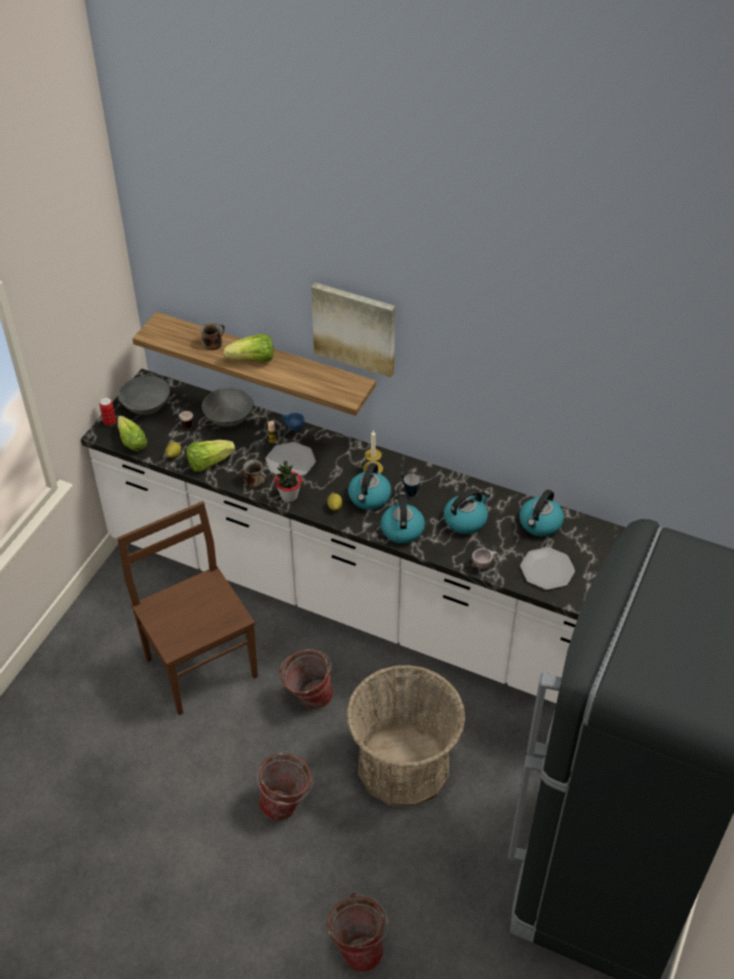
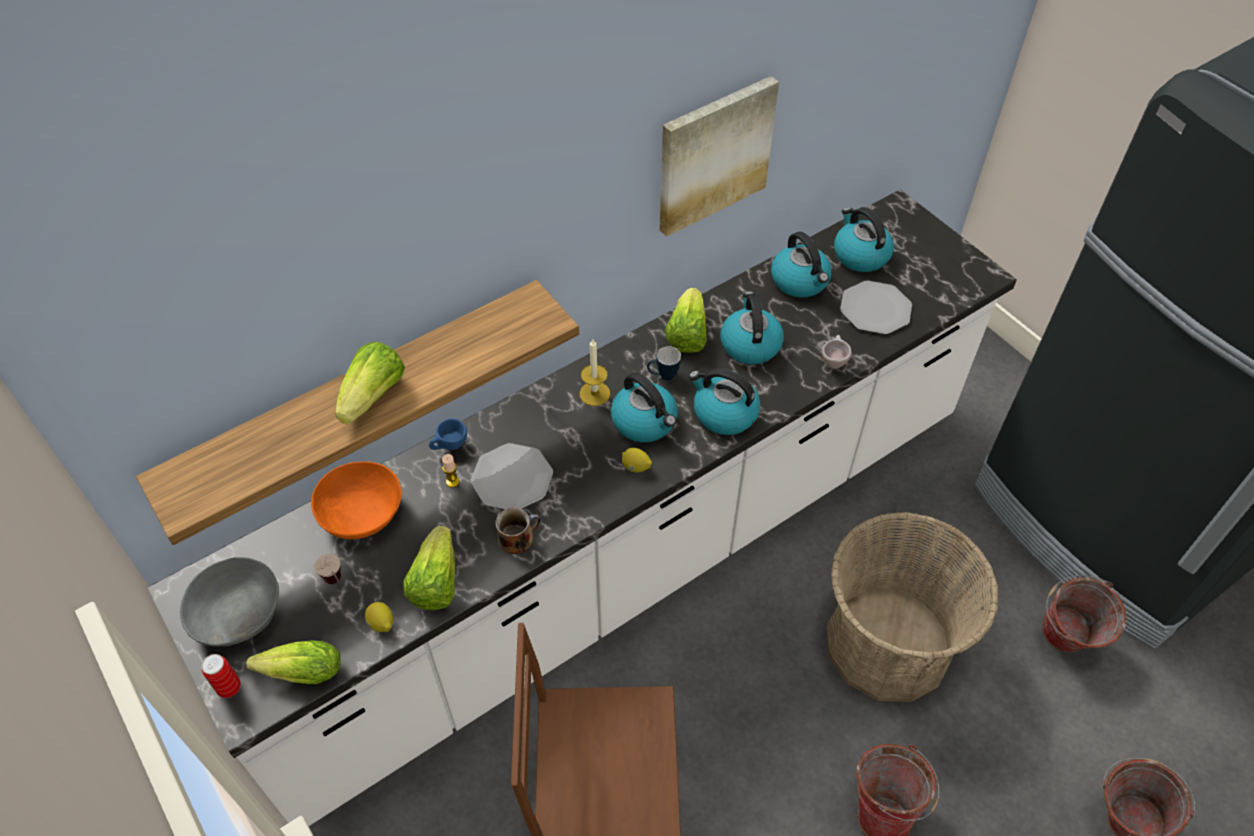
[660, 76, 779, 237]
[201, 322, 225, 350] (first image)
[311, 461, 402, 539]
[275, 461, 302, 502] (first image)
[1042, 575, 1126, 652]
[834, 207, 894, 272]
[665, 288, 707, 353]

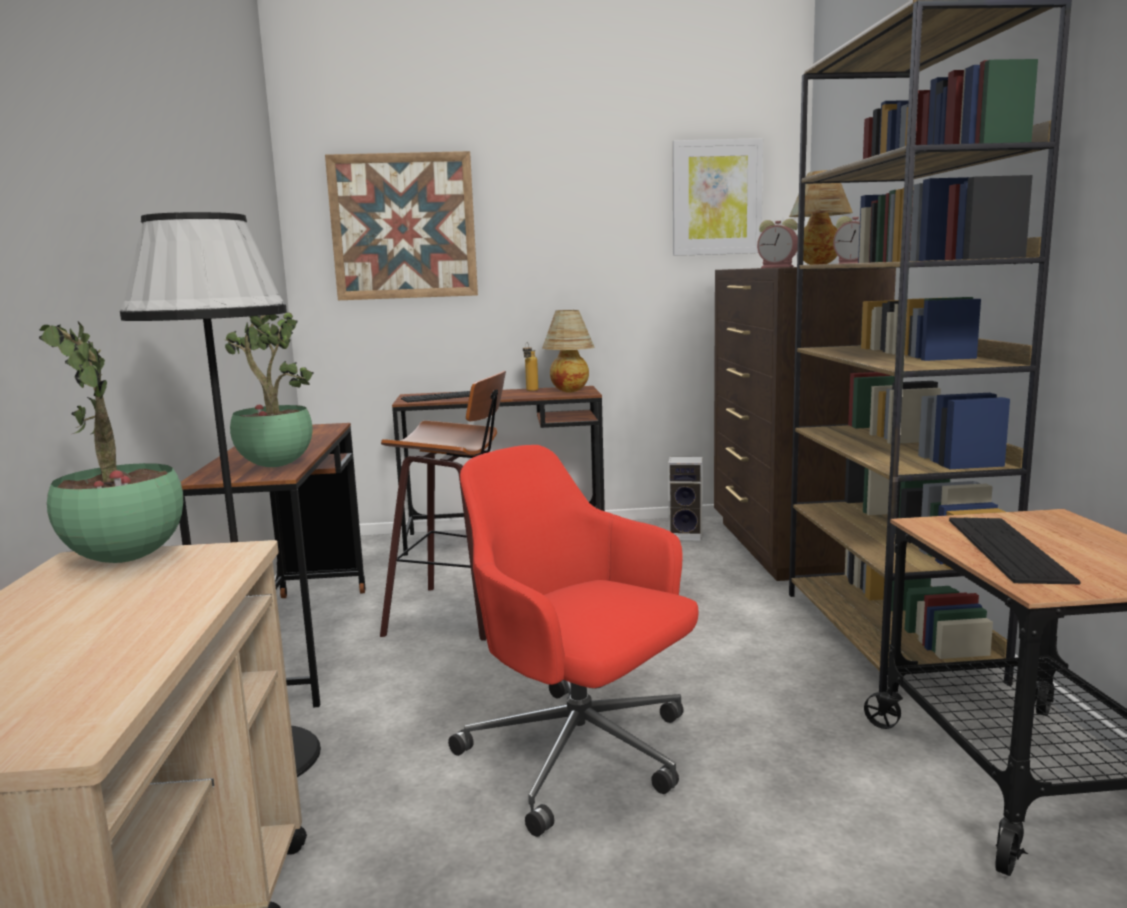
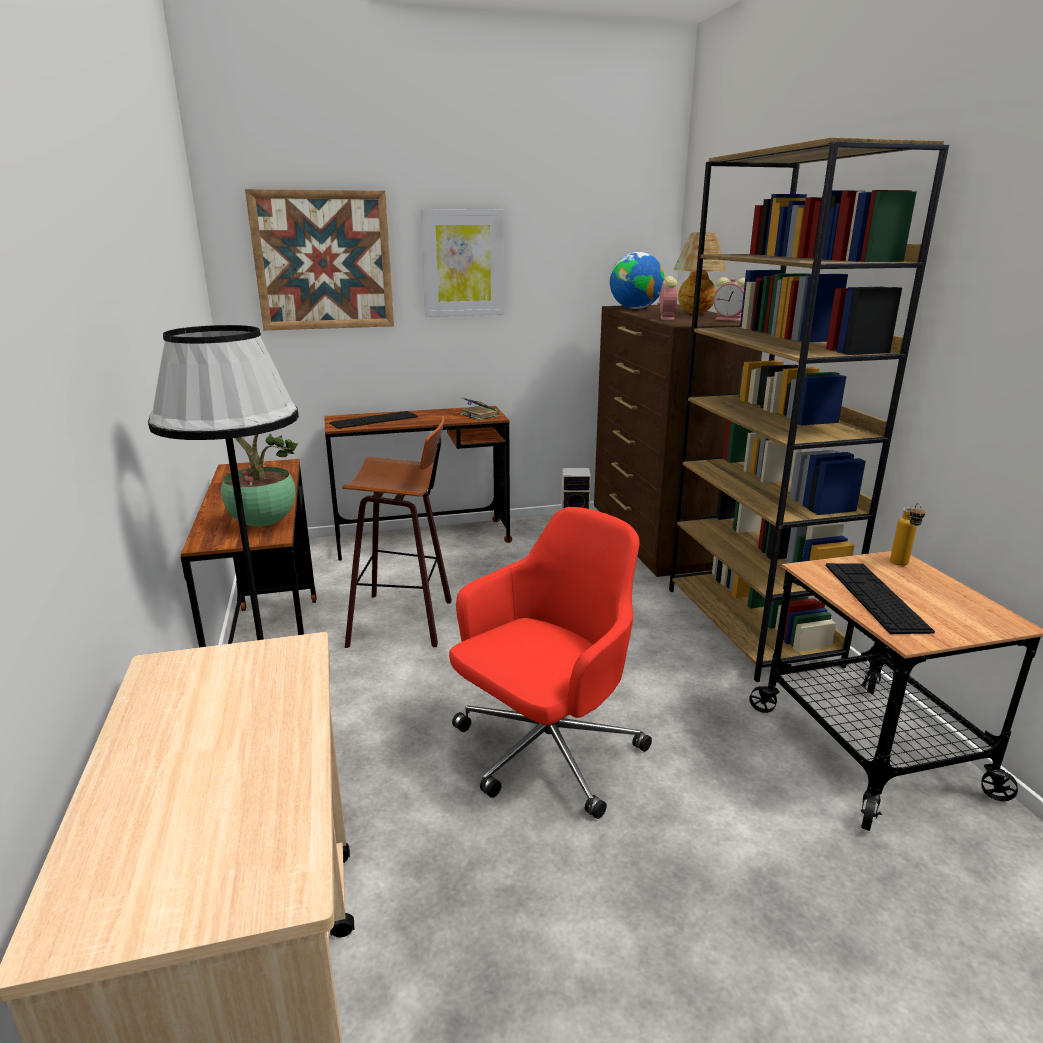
[420, 209, 504, 317]
[657, 276, 678, 320]
[460, 397, 499, 420]
[39, 321, 183, 563] (first image)
[890, 503, 925, 566]
[449, 507, 652, 819]
[610, 252, 665, 309]

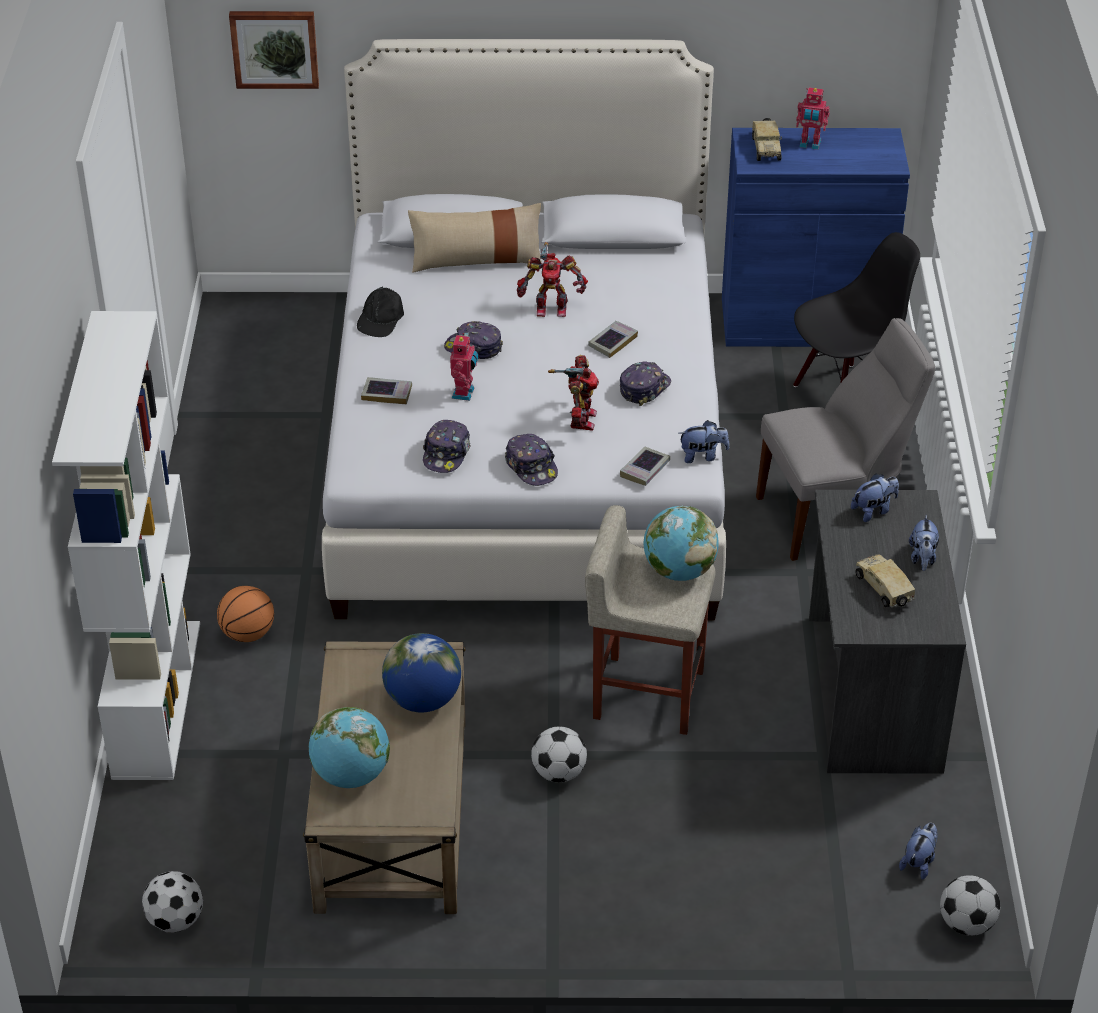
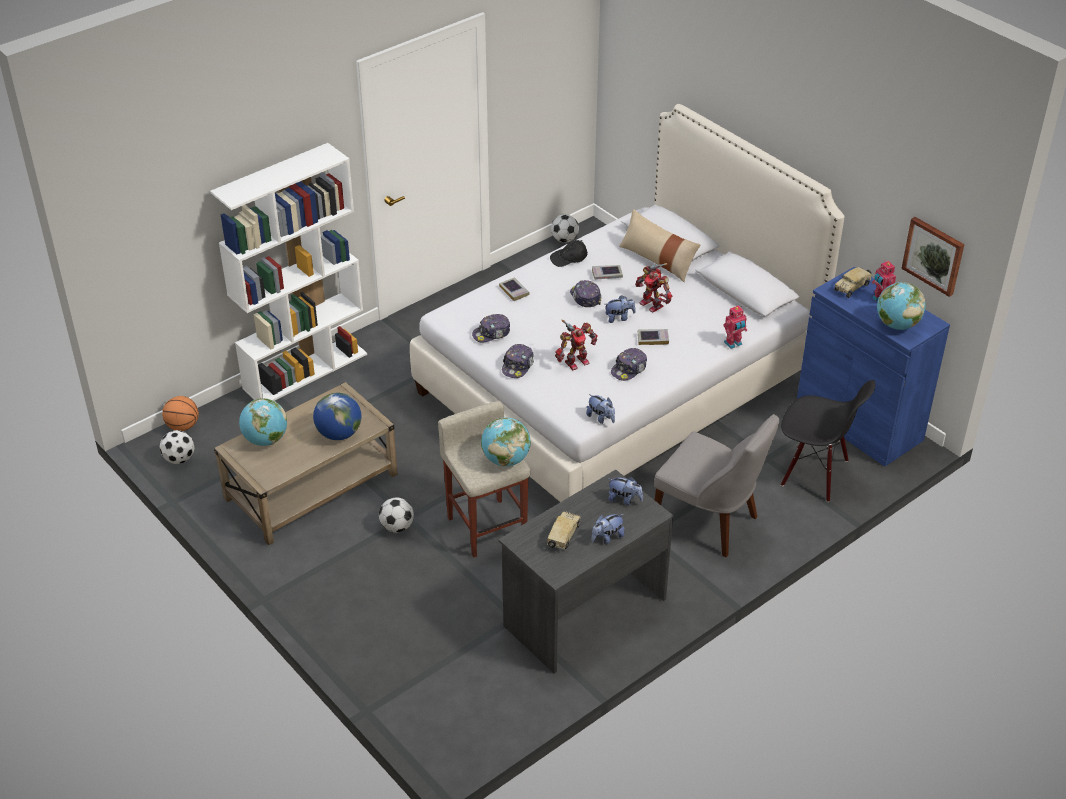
[901, 217, 965, 297]
[724, 305, 747, 349]
[611, 348, 647, 381]
[592, 265, 623, 280]
[162, 396, 199, 431]
[605, 295, 636, 323]
[551, 214, 579, 243]
[877, 282, 926, 330]

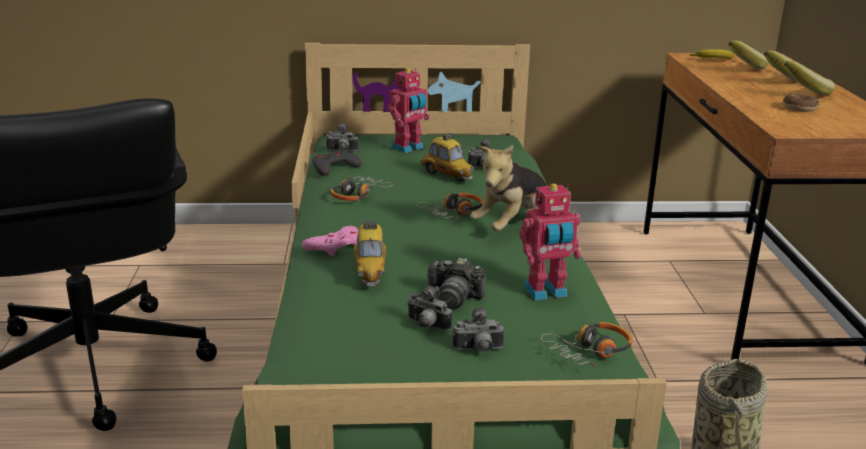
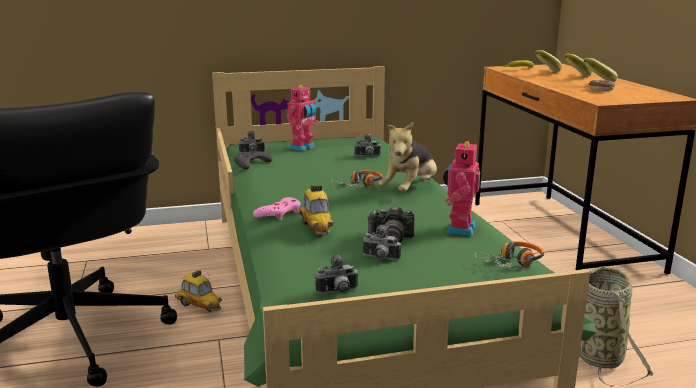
[175, 270, 222, 312]
[330, 176, 393, 201] (first image)
[443, 140, 480, 236]
[315, 254, 359, 294]

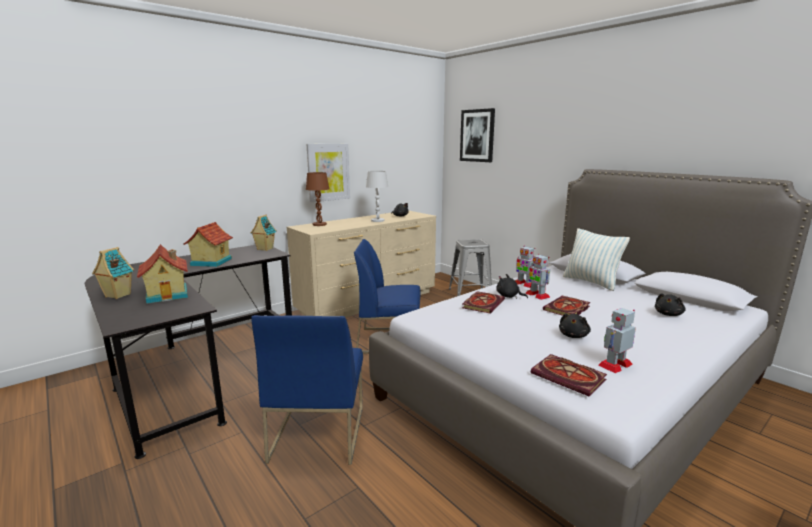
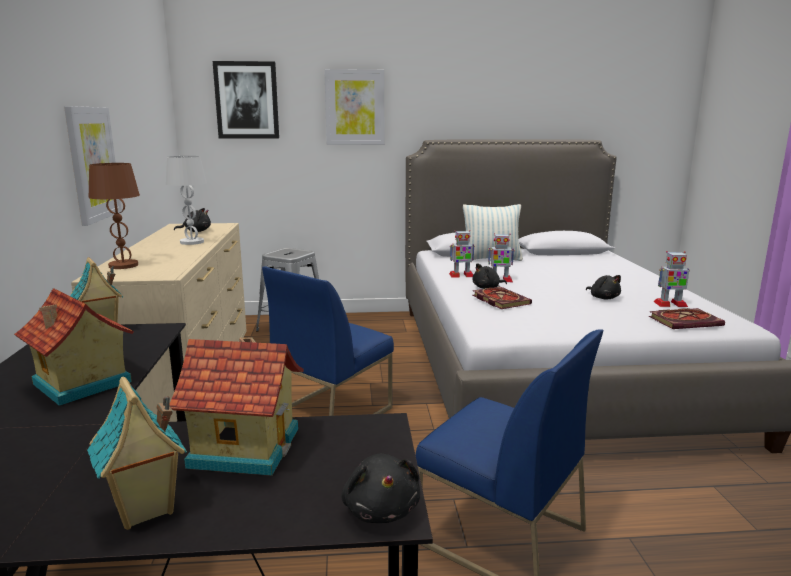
[341, 454, 420, 523]
[543, 295, 591, 316] (first image)
[653, 251, 690, 307]
[324, 69, 384, 145]

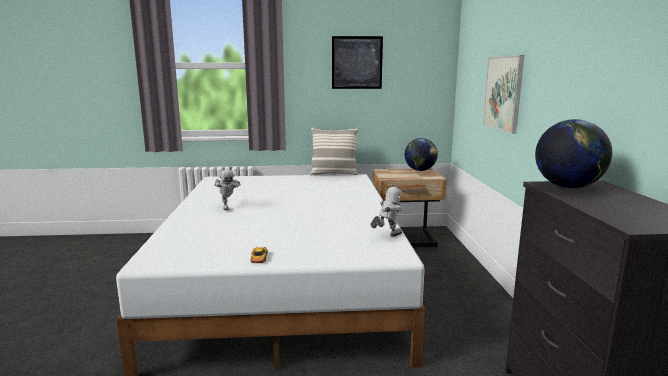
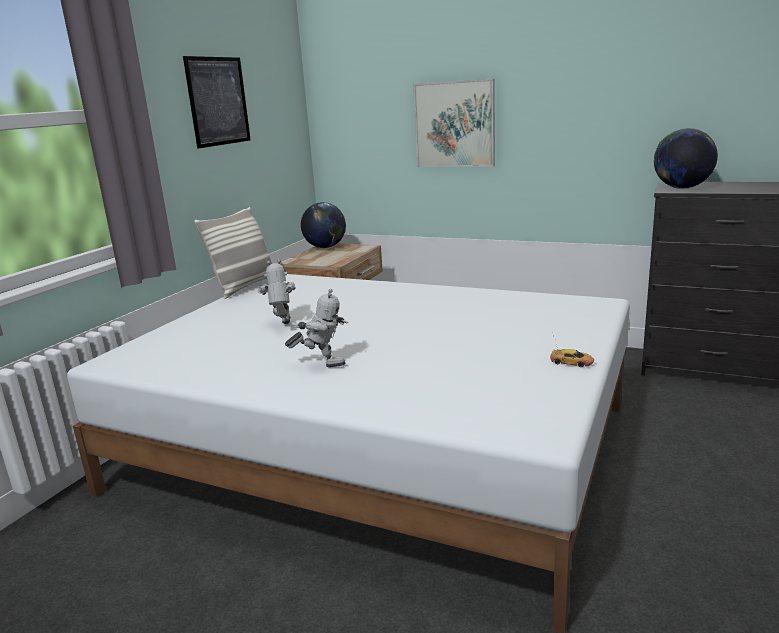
[258, 259, 295, 324]

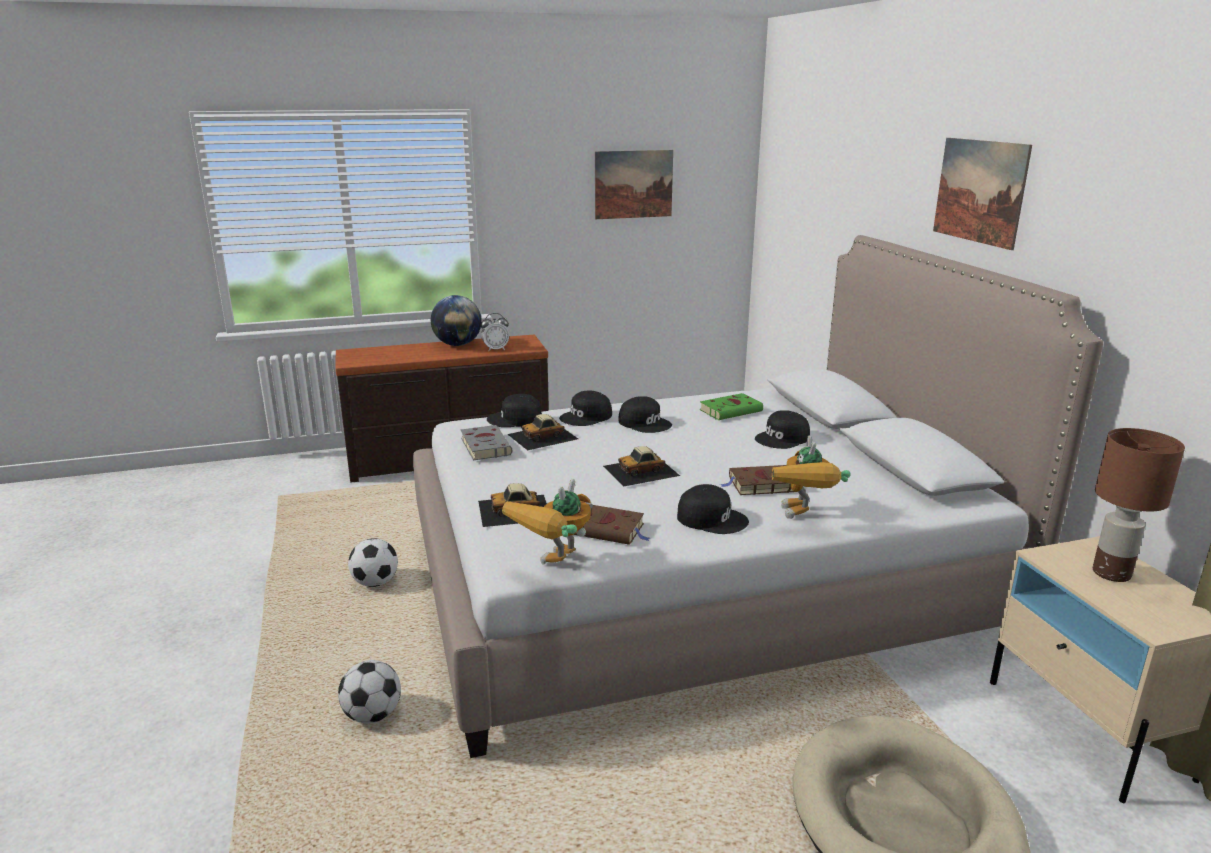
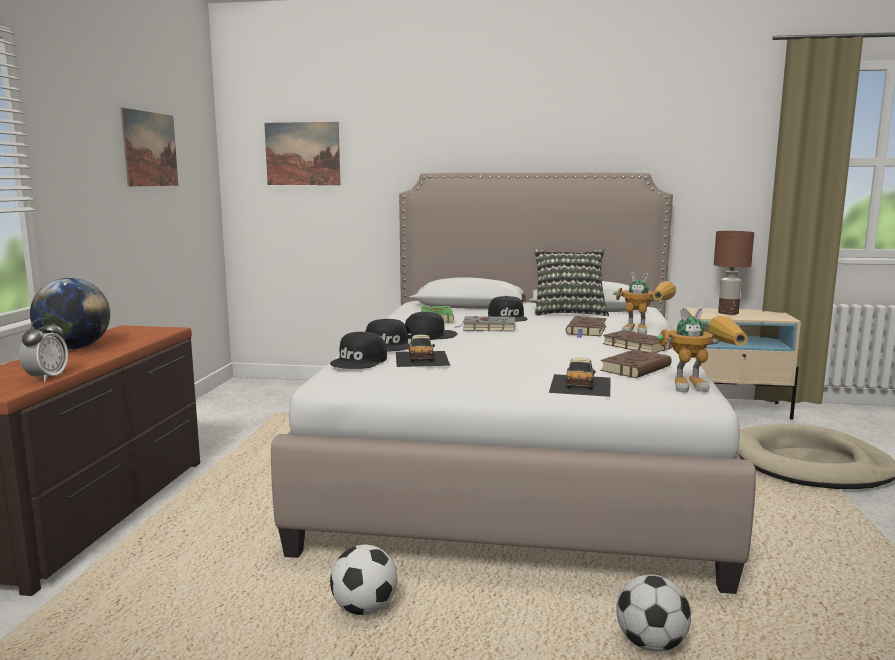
[264, 122, 341, 185]
[19, 318, 68, 382]
[454, 316, 516, 332]
[603, 446, 680, 486] (first image)
[657, 307, 748, 392]
[603, 330, 672, 353]
[534, 249, 609, 316]

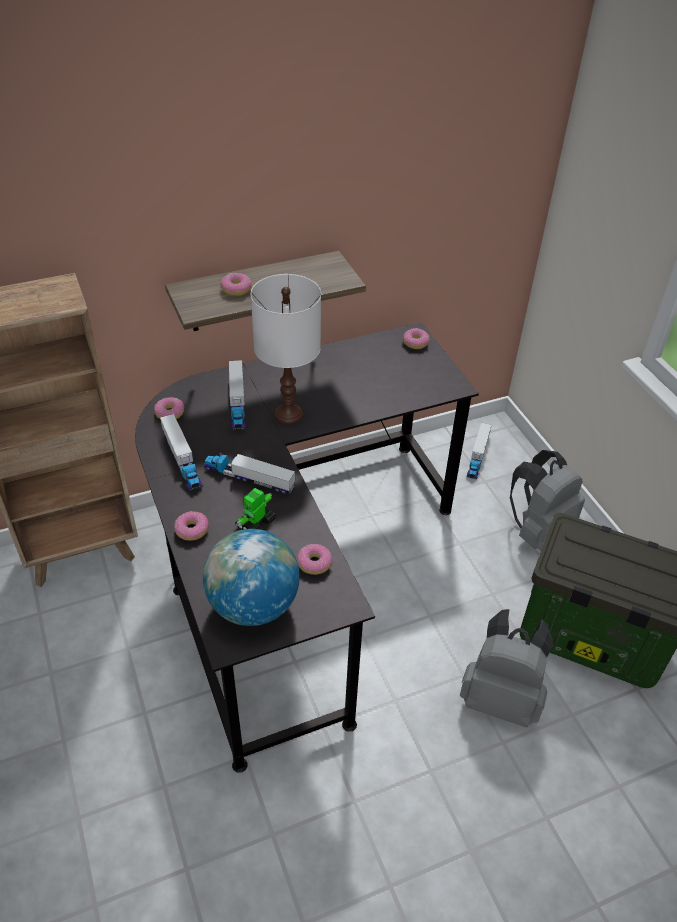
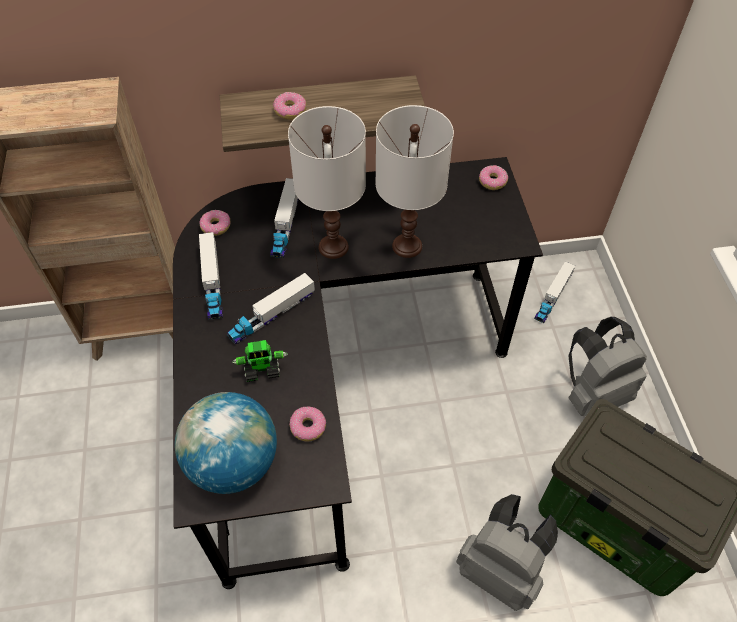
[227, 273, 315, 344]
[232, 340, 288, 382]
[174, 511, 209, 541] (first image)
[375, 105, 454, 258]

